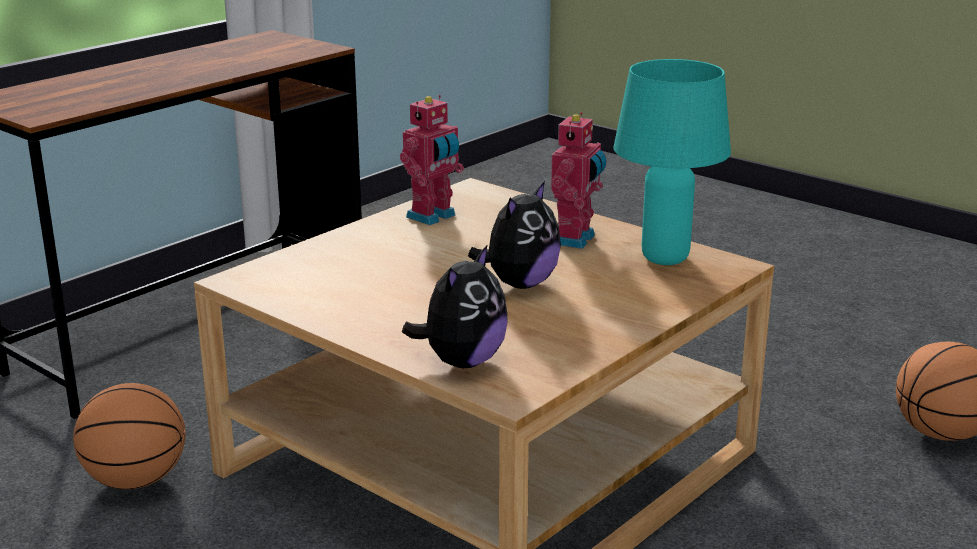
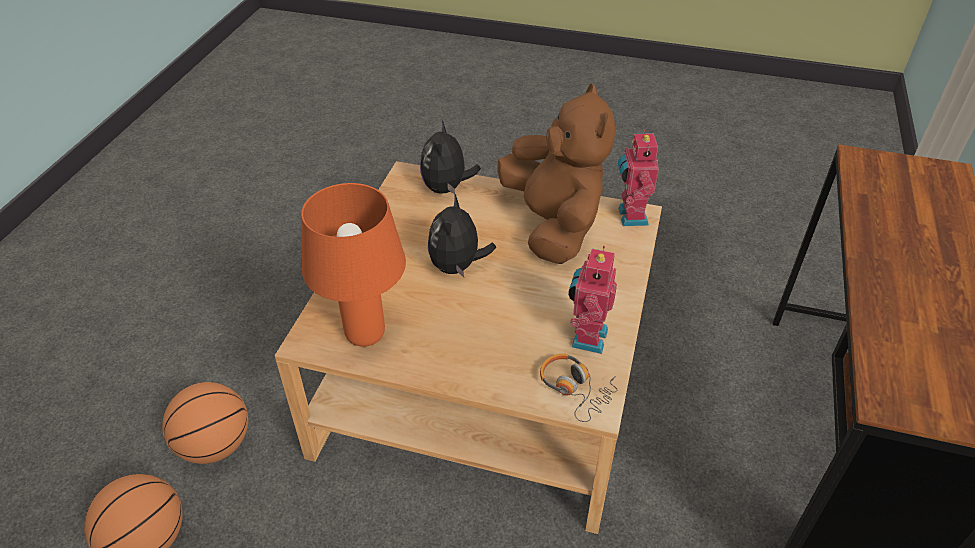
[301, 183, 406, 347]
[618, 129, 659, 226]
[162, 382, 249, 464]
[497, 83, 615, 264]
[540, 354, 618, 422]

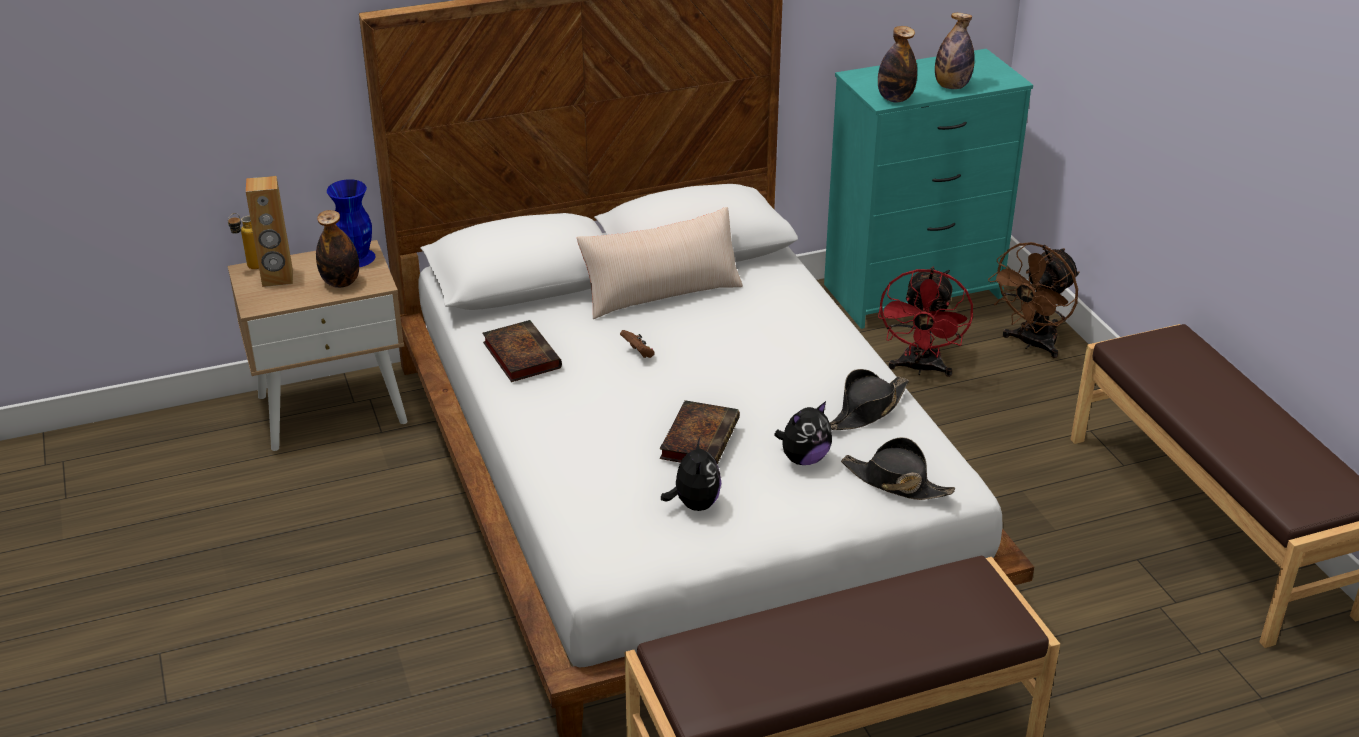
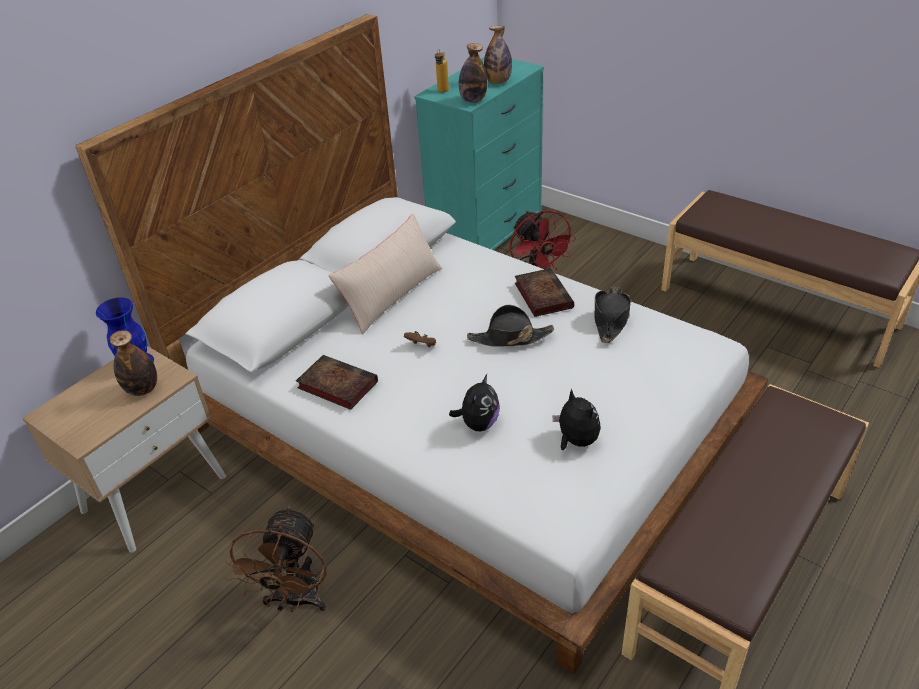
[246, 176, 293, 287] (first image)
[435, 49, 449, 92]
[225, 505, 327, 612]
[515, 268, 574, 317]
[449, 374, 500, 431]
[467, 305, 554, 347]

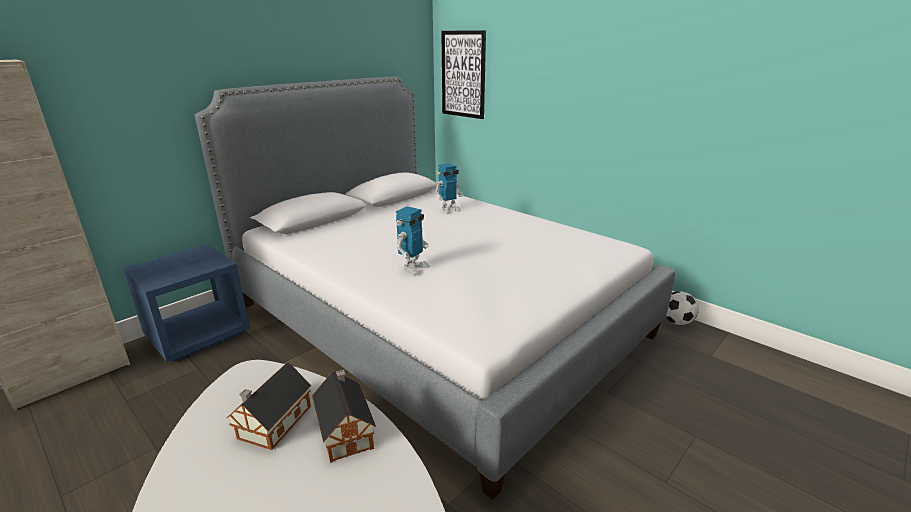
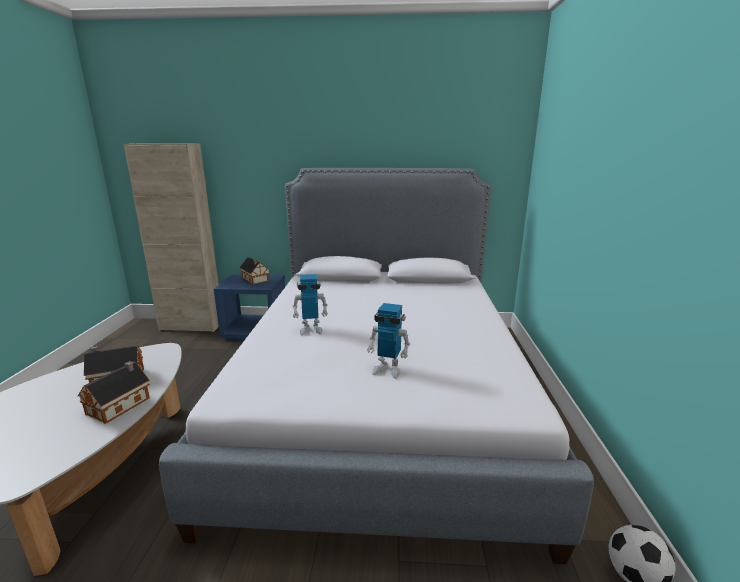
[441, 30, 486, 119] (first image)
[367, 303, 410, 379]
[240, 257, 269, 285]

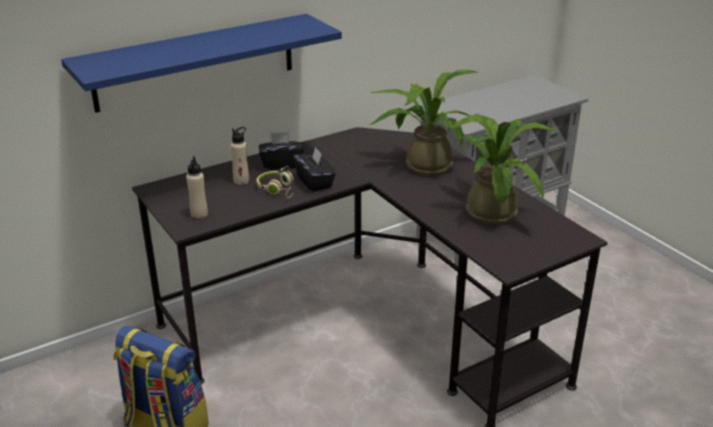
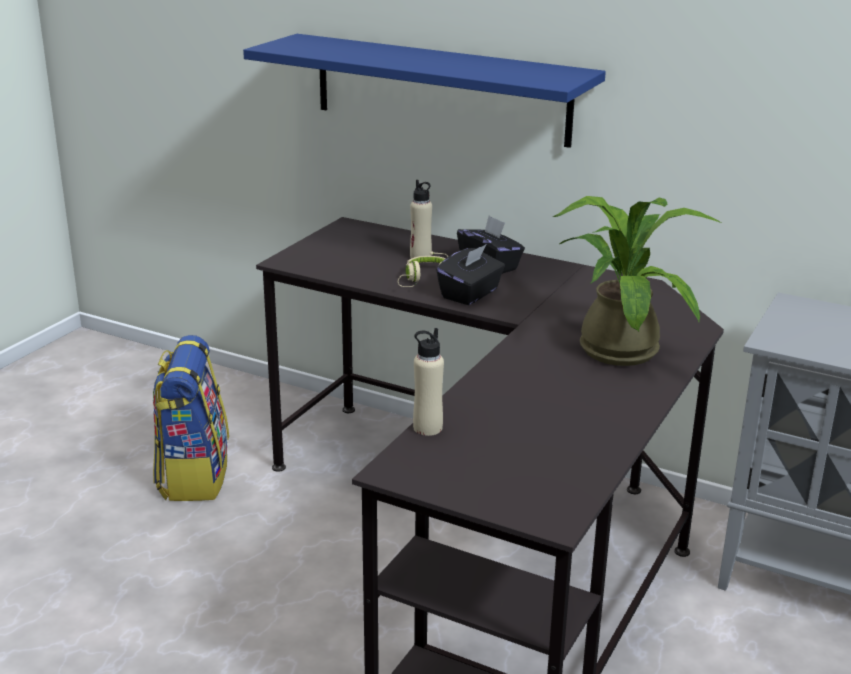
[448, 114, 559, 224] (first image)
[413, 328, 444, 436]

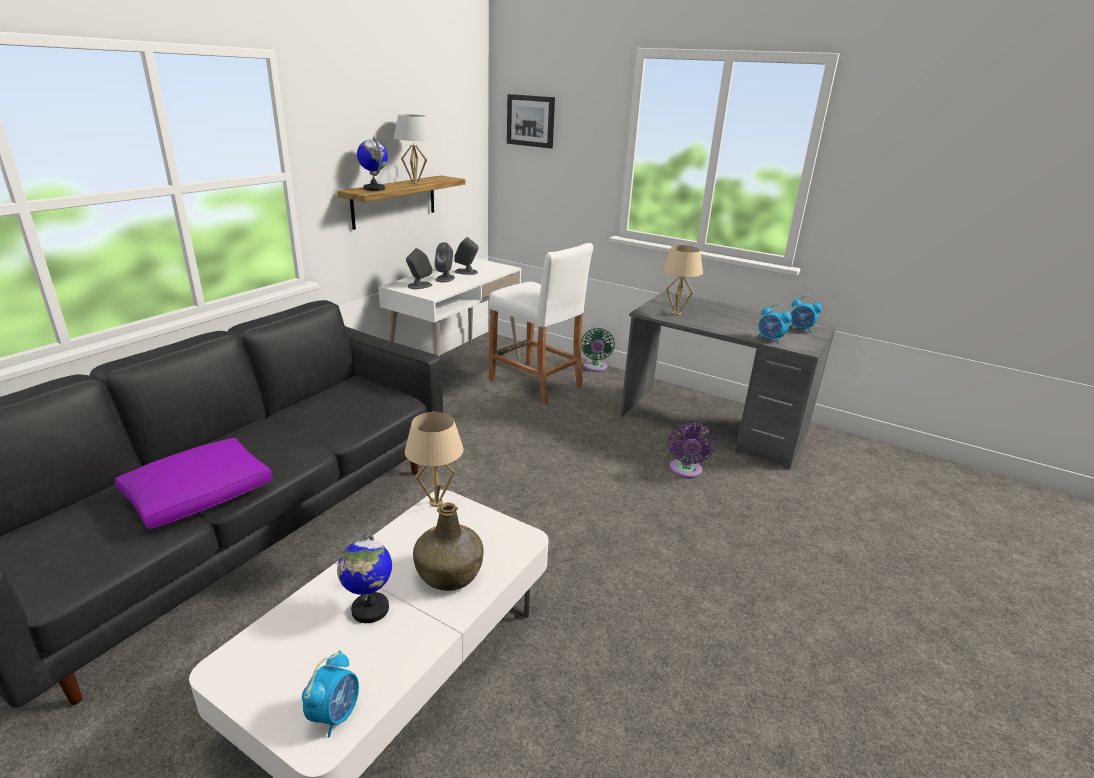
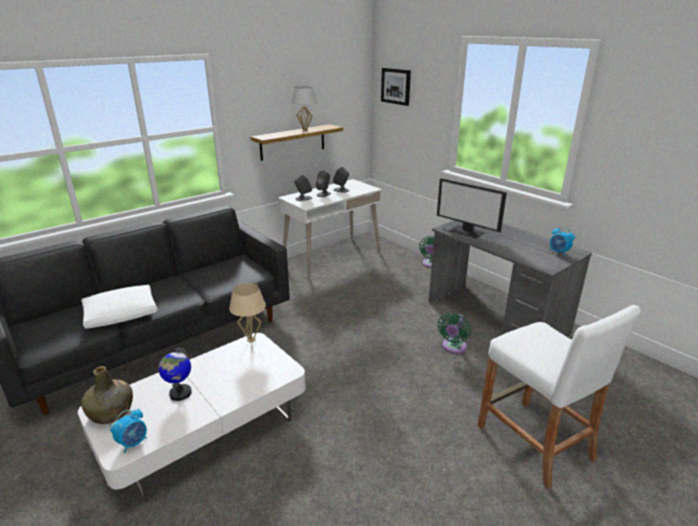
[357, 136, 388, 191] (first image)
[478, 305, 641, 489]
[437, 178, 507, 238]
[757, 304, 791, 344] (first image)
[438, 313, 471, 354]
[81, 285, 158, 329]
[81, 366, 133, 424]

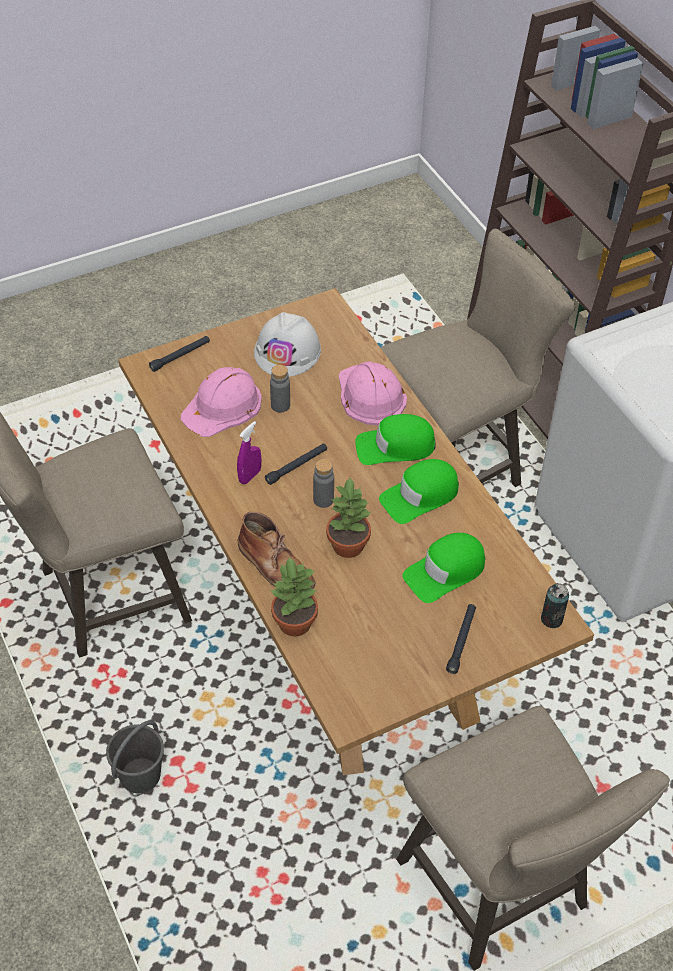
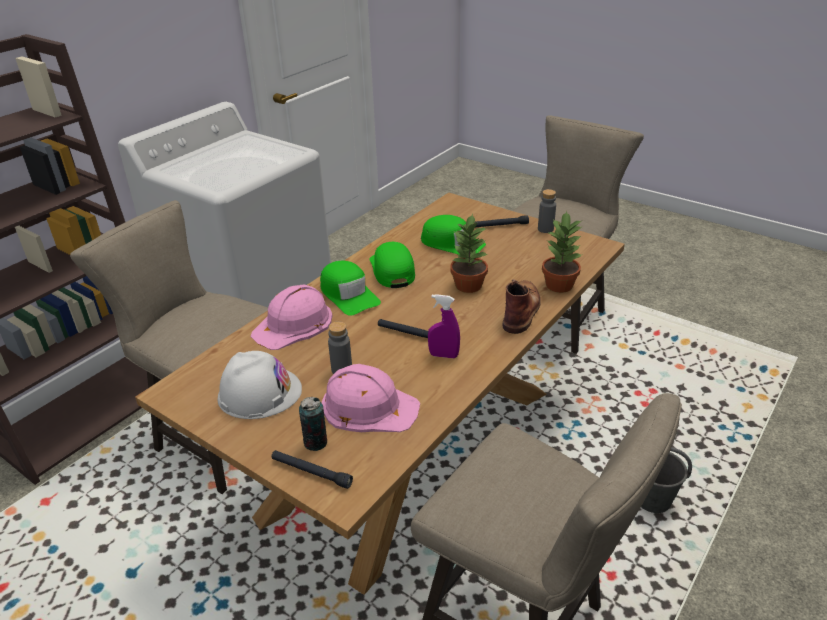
[538, 189, 556, 233]
[369, 242, 415, 288]
[299, 397, 327, 451]

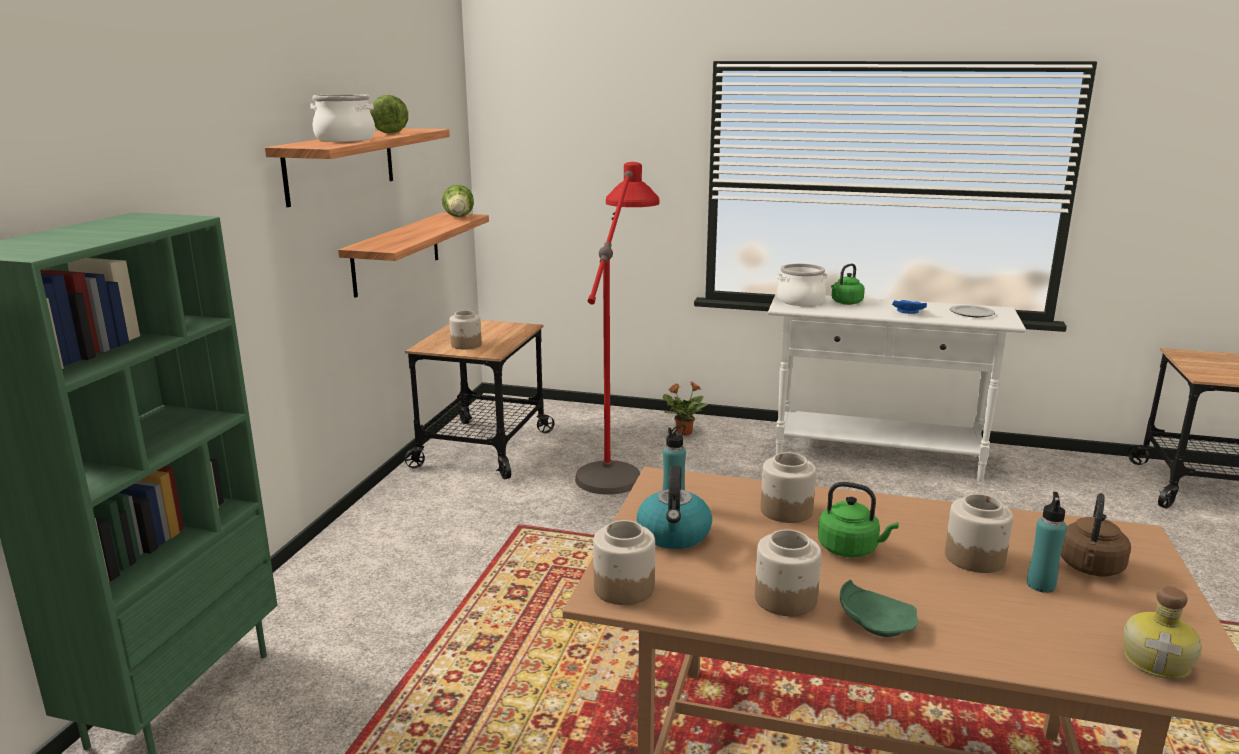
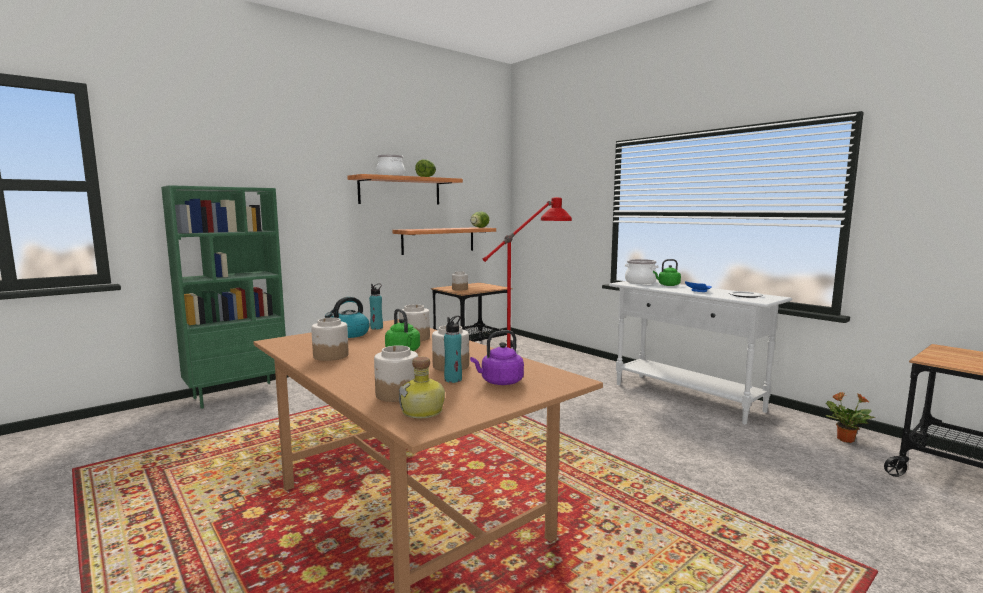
[825, 392, 875, 443]
[470, 330, 524, 385]
[374, 345, 418, 402]
[840, 580, 918, 637] (first image)

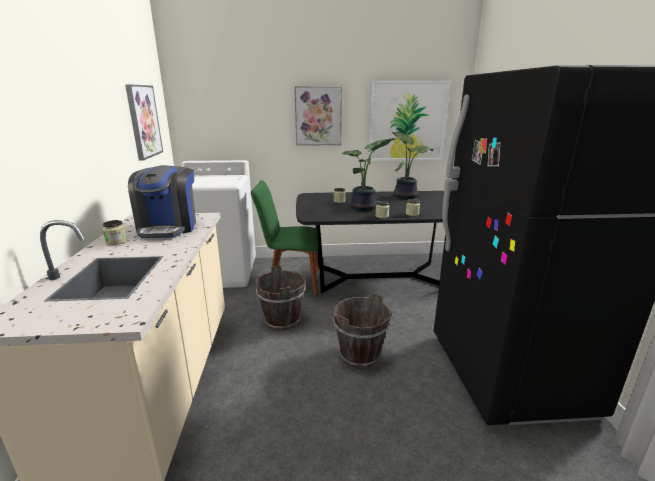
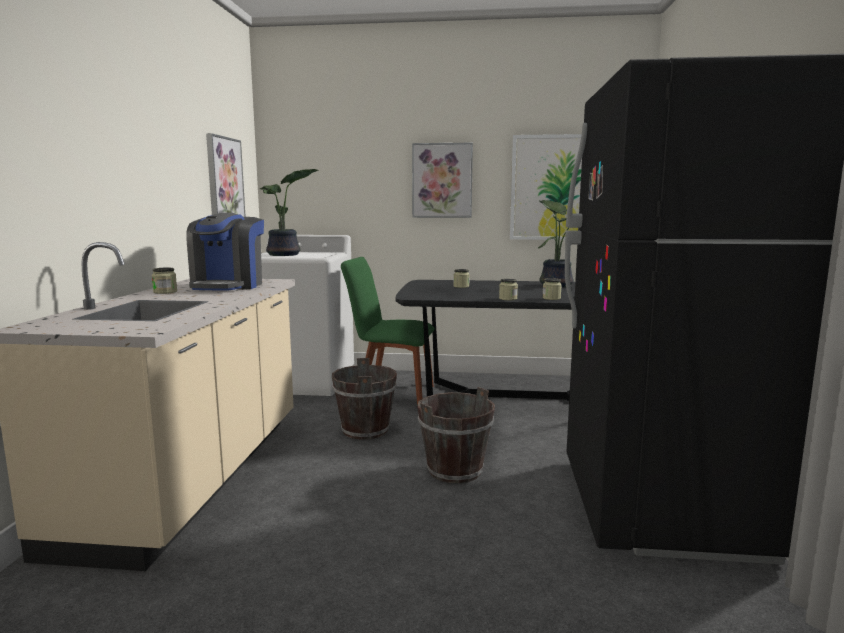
[260, 169, 318, 256]

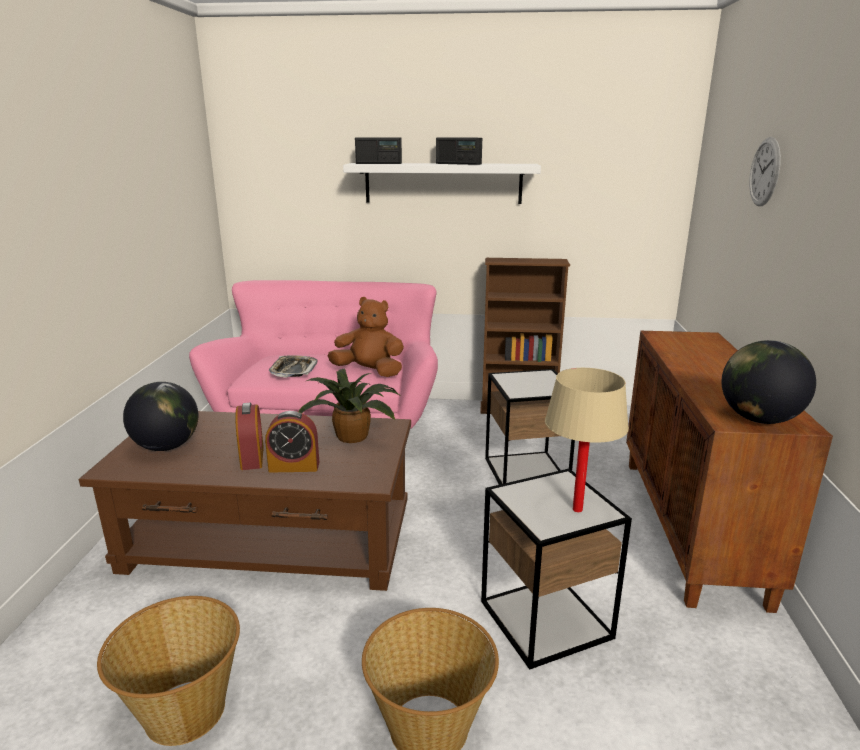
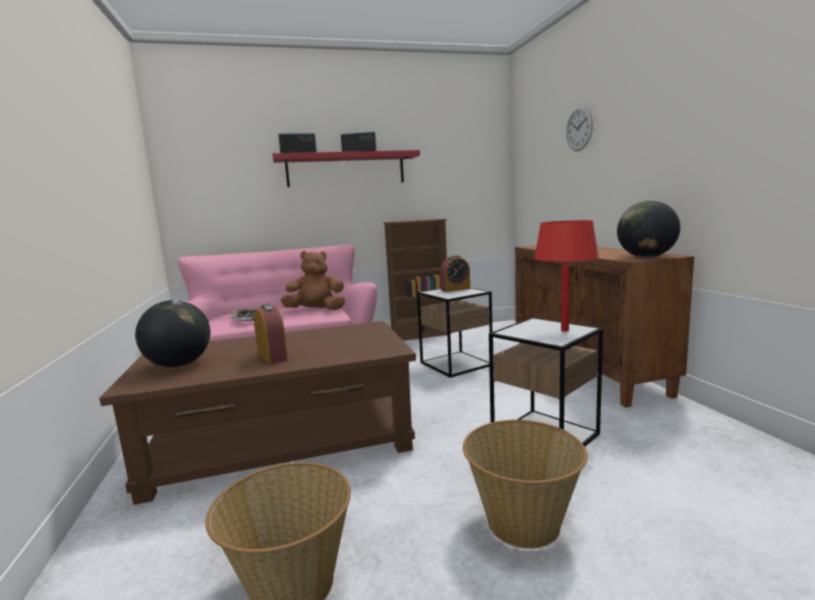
[272, 150, 420, 187]
[534, 220, 599, 332]
[298, 369, 399, 443] (first image)
[440, 255, 470, 292]

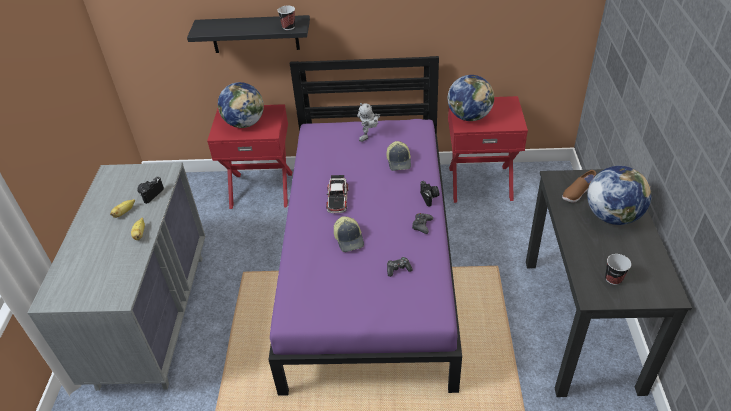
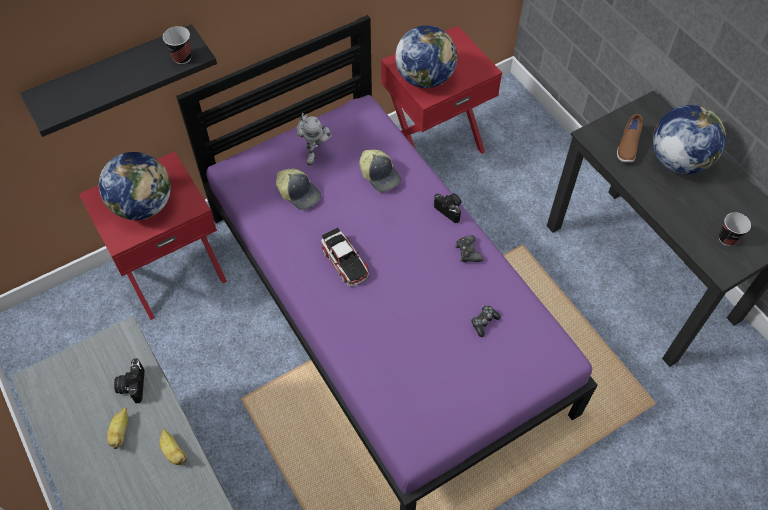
[276, 169, 321, 210]

